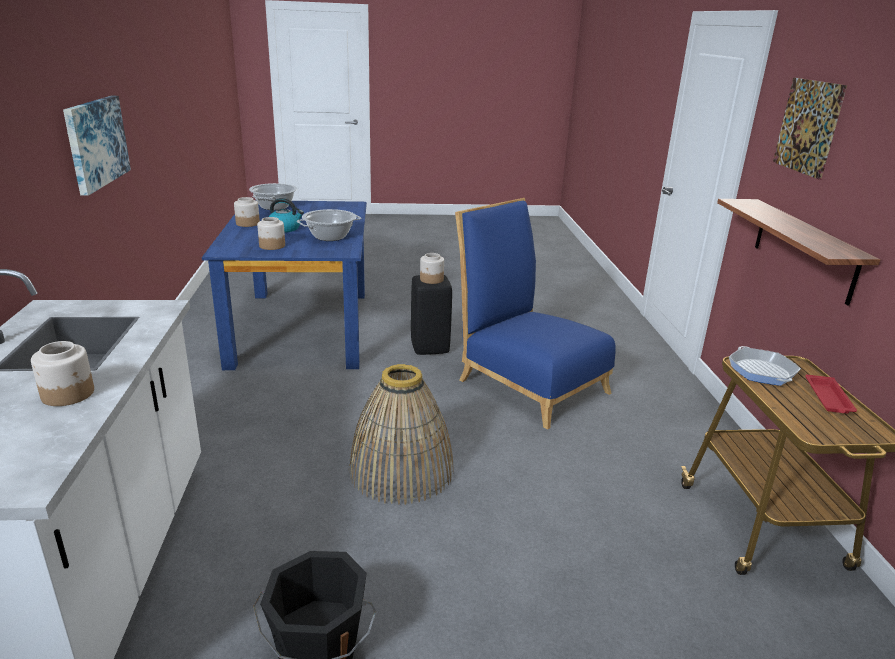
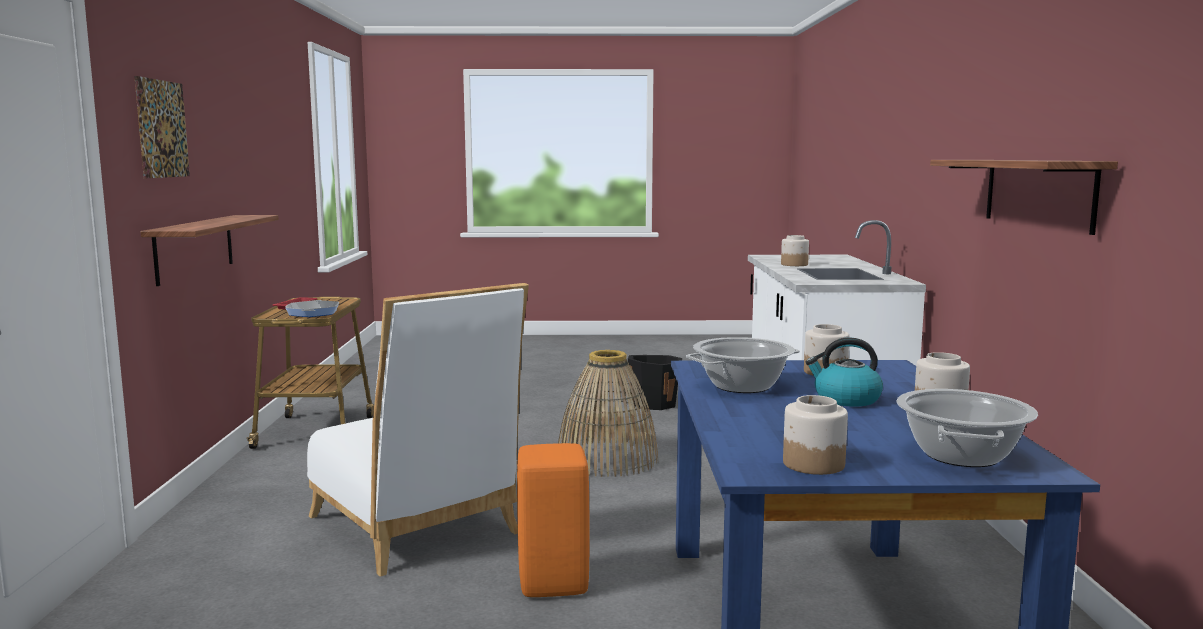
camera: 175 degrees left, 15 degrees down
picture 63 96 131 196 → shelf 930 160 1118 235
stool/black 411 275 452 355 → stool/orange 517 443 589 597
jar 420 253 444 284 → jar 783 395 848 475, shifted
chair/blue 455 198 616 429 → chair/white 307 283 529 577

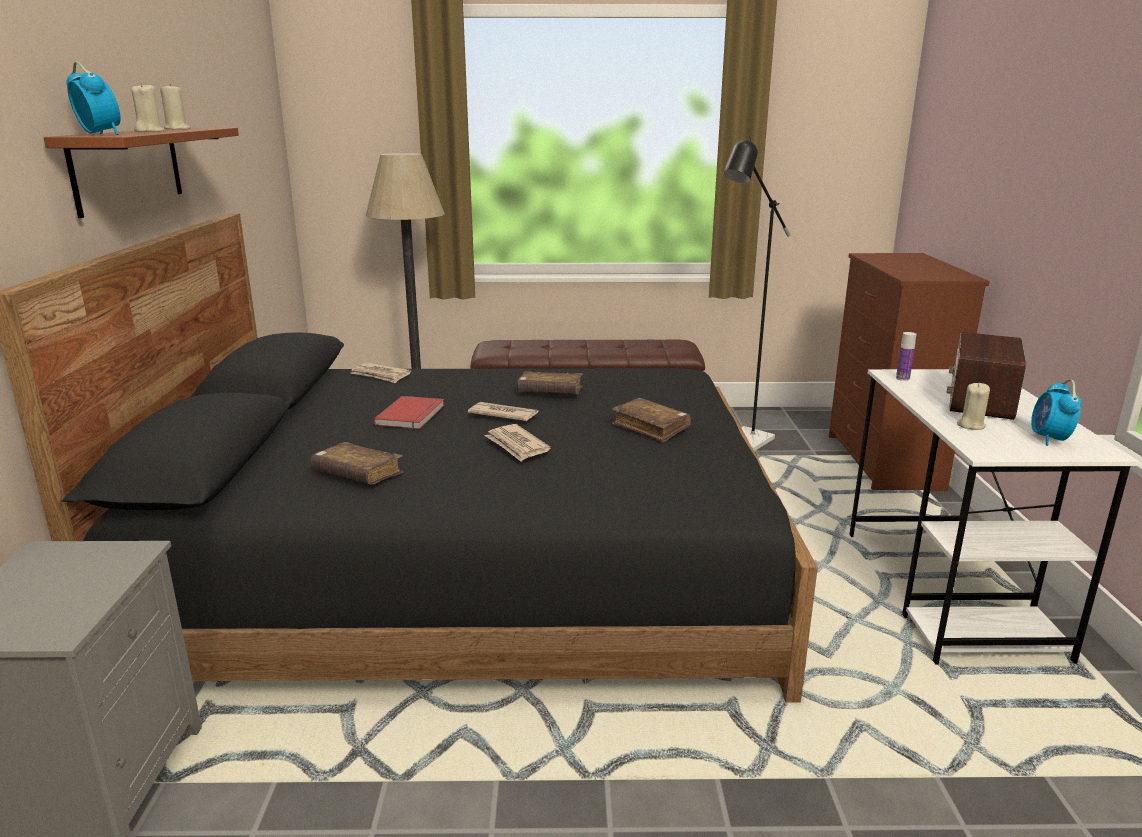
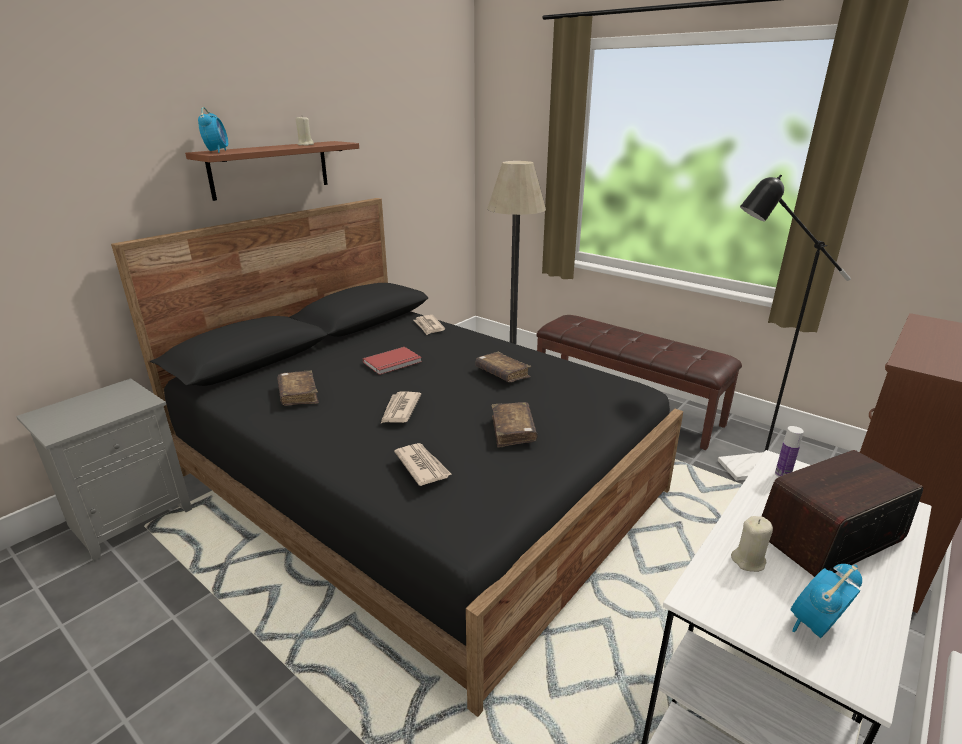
camera: 40 degrees right, 5 degrees up
candle/beige 131 82 164 132 → -
newspaper 468 402 538 421 → newspaper 394 443 451 486, shifted

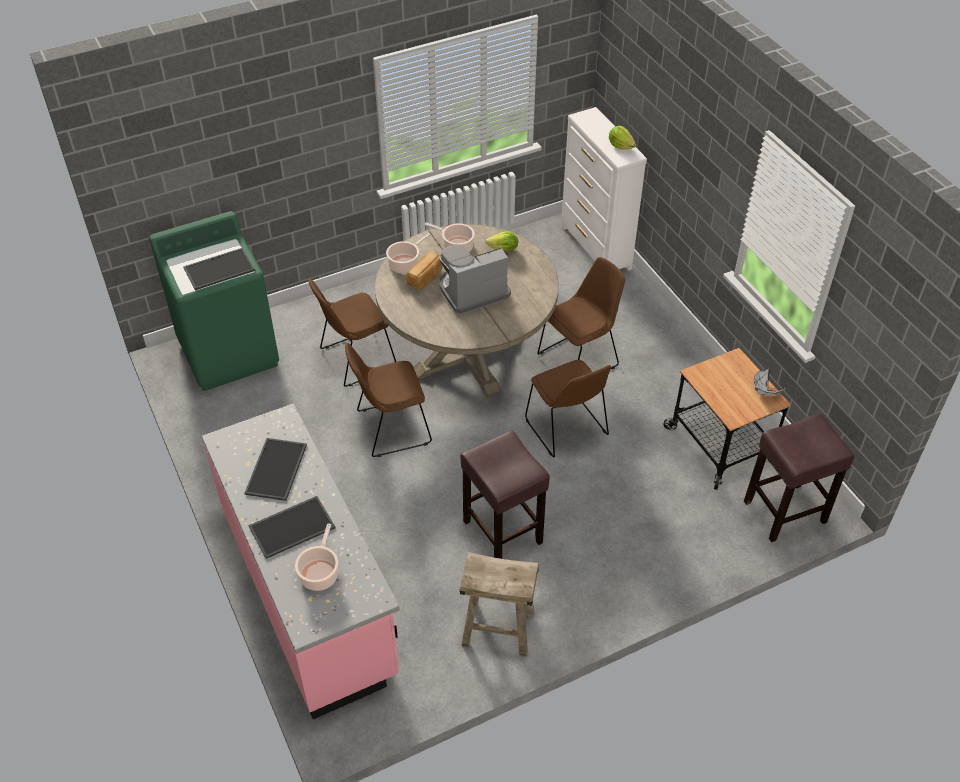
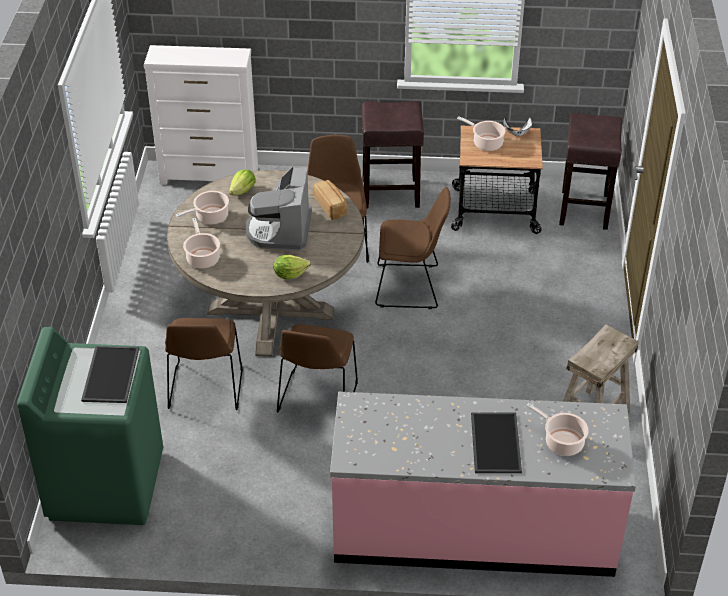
camera: 60 degrees left, 5 degrees down
tray 245 438 307 501 → -
bread 406 251 443 290 → bread 313 180 347 220, shifted
stool/brown 460 430 550 559 → stool/brown 362 101 424 209, shifted
lettuce 609 125 636 149 → lettuce 274 255 311 279, shifted
- → cooking pot 457 116 506 151

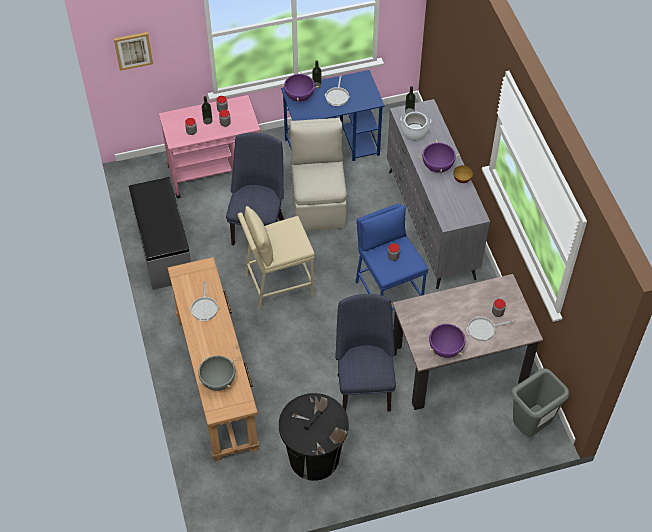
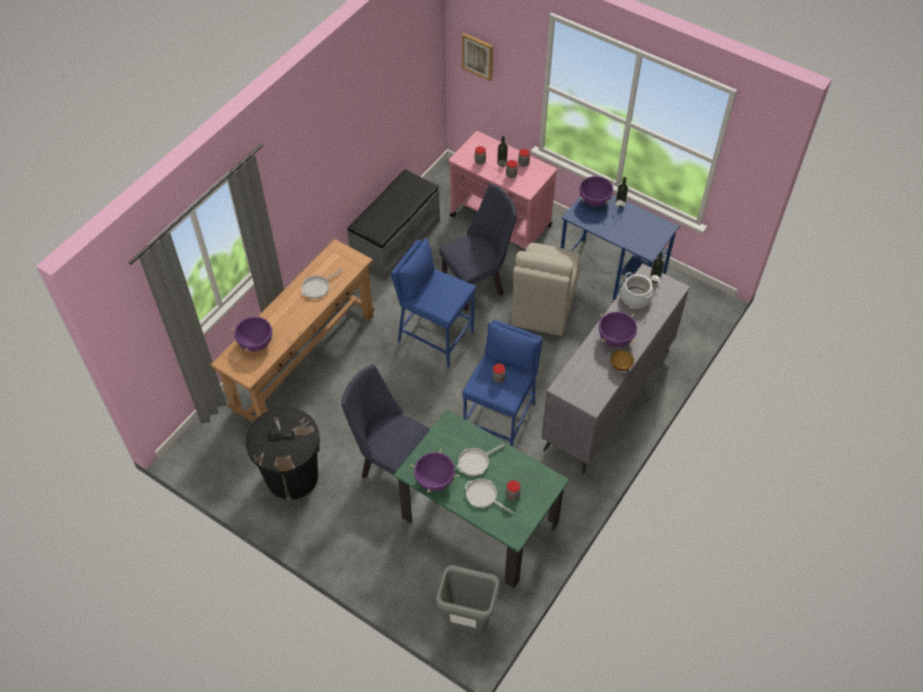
camera: 50 degrees right, 0 degrees up
cooking pot/grey 198 356 236 391 → cooking pot/purple 231 313 276 352
stool/beige 238 206 315 310 → stool/blue 391 238 476 367
chair/beige 290 118 347 231 → chair/beige 512 243 580 336, 150 degrees clockwise
frying pan 325 75 350 106 → frying pan 457 443 505 476, shifted
chair/blue 335 294 396 412 → chair/blue 341 364 430 478, 105 degrees counterclockwise
dining table/beige 392 274 543 410 → dining table/green 394 409 569 588

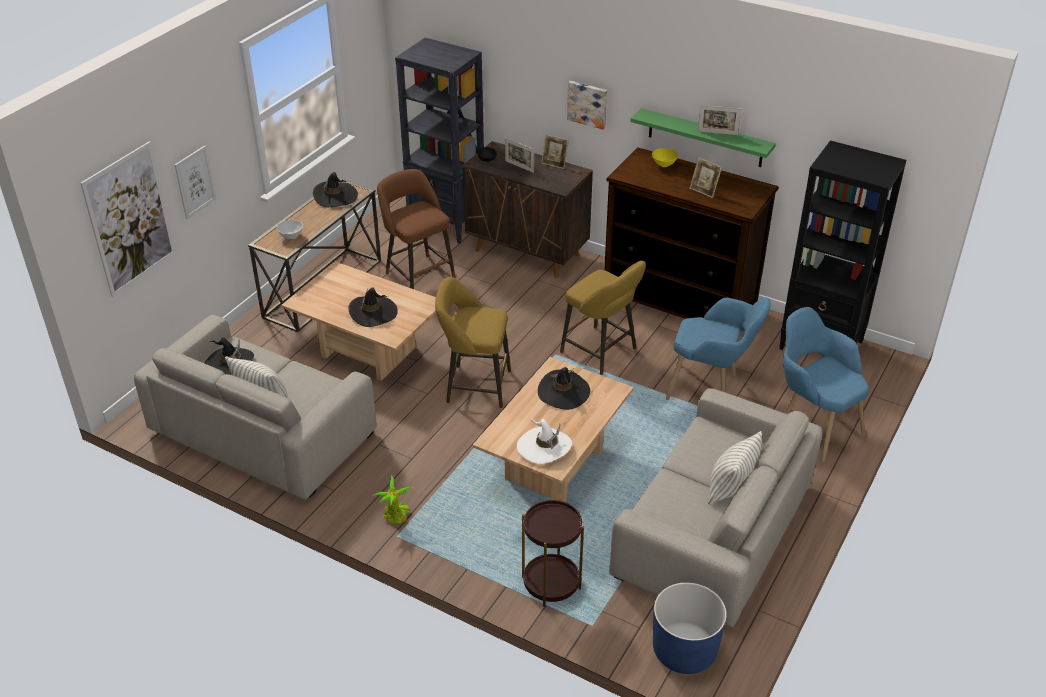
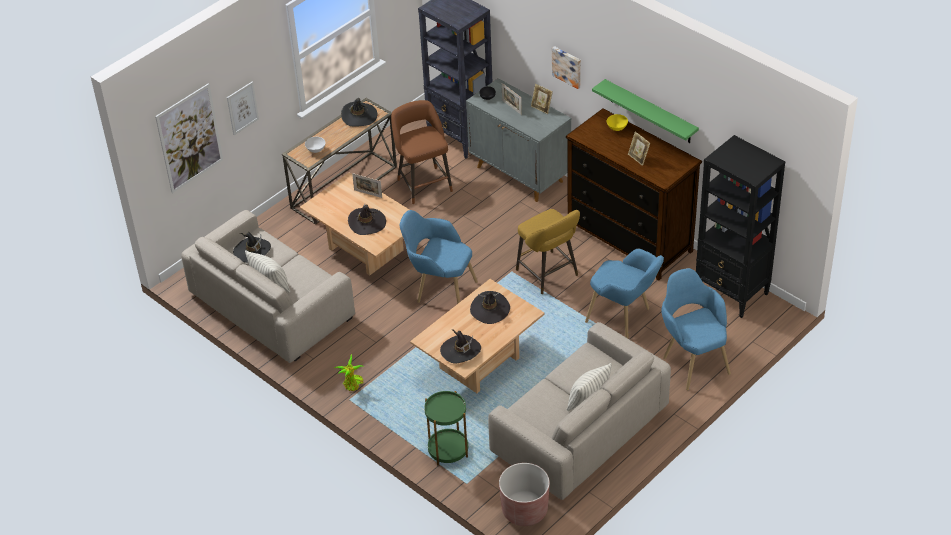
camera: 15 degrees right, 5 degrees up
stool/yellow 435 277 511 408 → armchair/blue 400 210 478 304
cabinet/brown 463 141 593 278 → cabinet/grey 466 78 571 202
hat/white 517 419 572 464 → hat/black 440 329 481 363
side table/brown 522 498 584 607 → side table/green 424 391 468 466
planter/blue 653 582 727 674 → planter/brown 499 463 550 526
picture frame 698 105 741 135 → picture frame 352 173 382 198, shifted

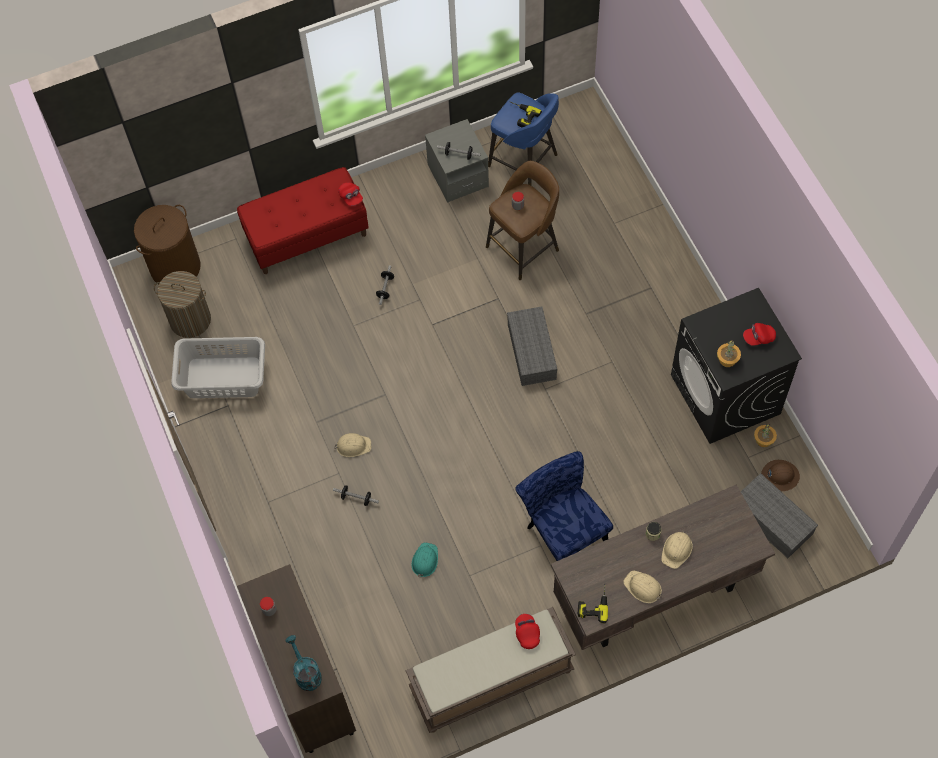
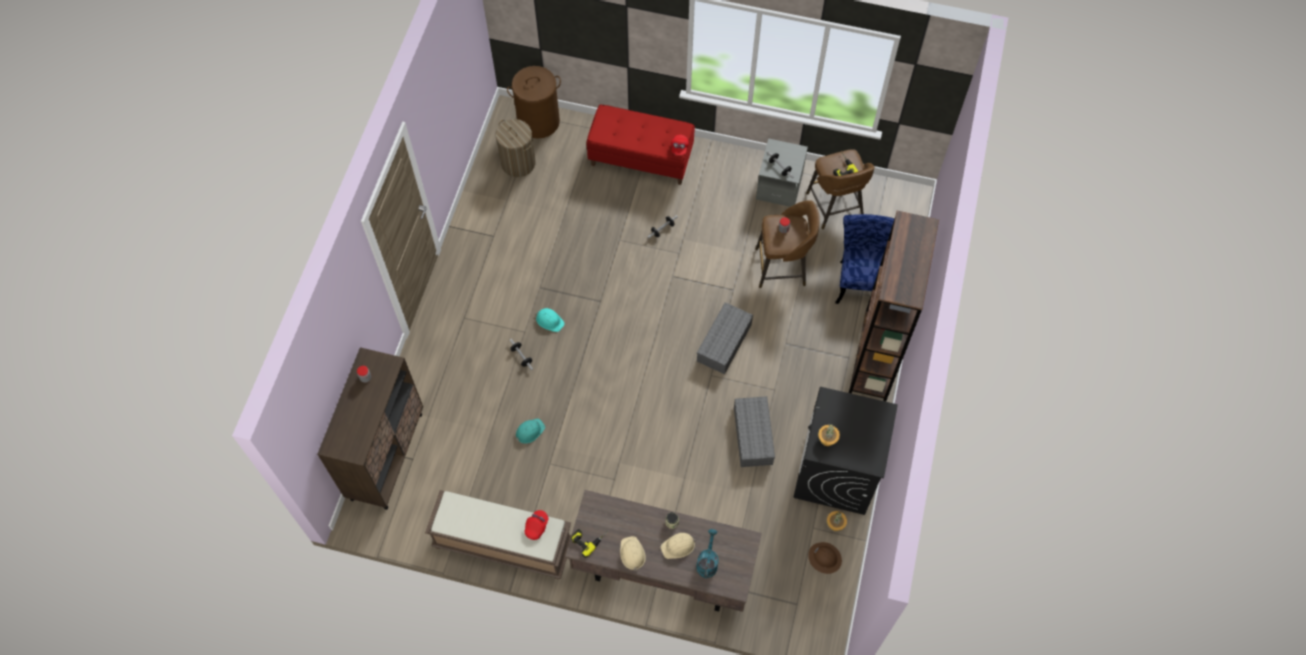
camera: 35 degrees right, 0 degrees up
laundry basket/grey 171 337 265 398 → -
watering can/turquoise 286 635 322 691 → watering can/turquoise 696 529 719 578, shifted
hard hat/beige 334 433 371 457 → hard hat/turquoise 535 308 565 332
stool/blue 488 92 559 185 → stool/brown 806 149 874 229
chair/blue 515 451 613 561 → chair/blue 835 214 895 304, shifted
storage box/grey 741 473 818 558 → storage box/grey 734 396 775 467, shifted
cap/red 743 323 776 346 → -
- → bookcase/brown 849 211 939 401

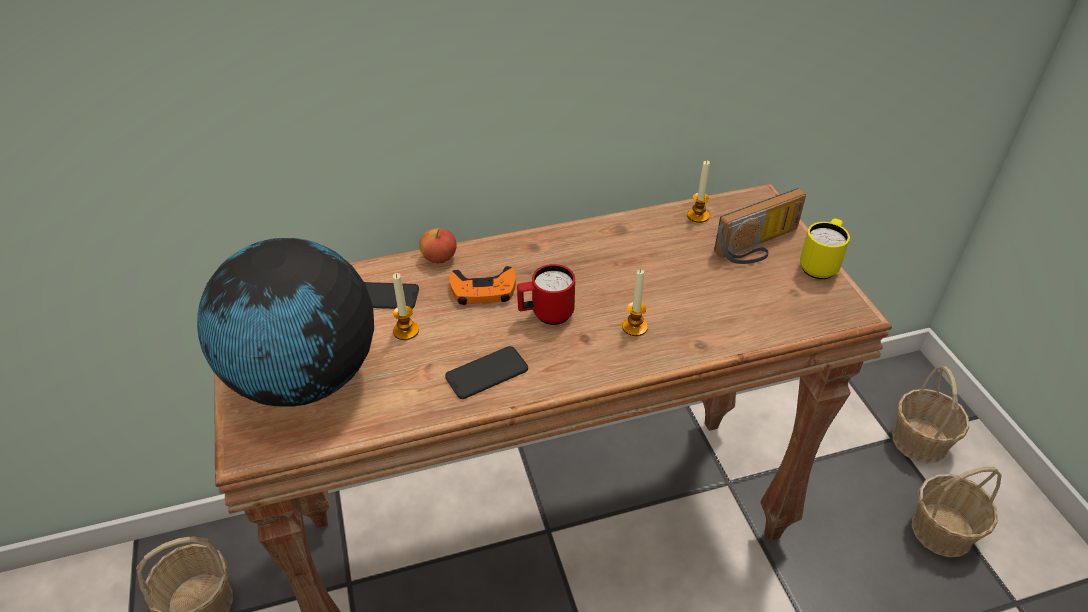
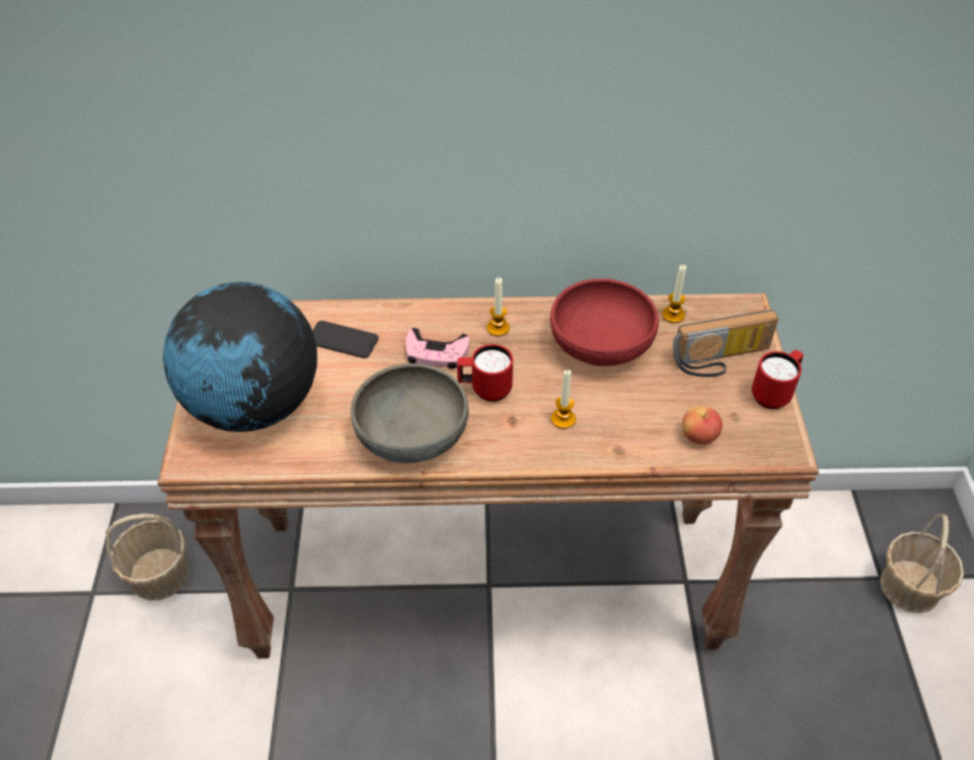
camera: 15 degrees right, 5 degrees up
candle 393 273 419 340 → candle 487 278 510 336, shifted
apple 420 228 457 263 → apple 682 406 722 445, shifted
phone 445 346 528 399 → bowl/grey 351 363 469 463
game controller/orange 450 266 516 305 → game controller/pink 406 328 469 369
mug/yellow 800 218 850 279 → mug/red 752 350 804 409
basket 912 466 1002 557 → -
- → bowl/red 550 279 659 366

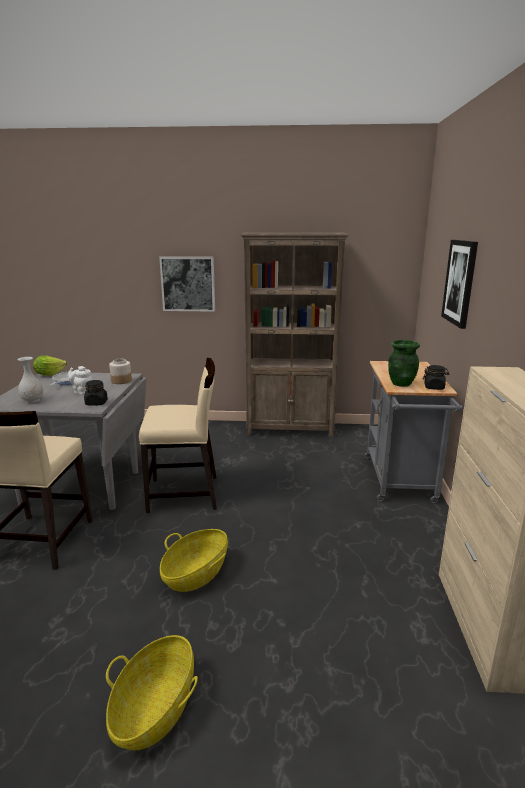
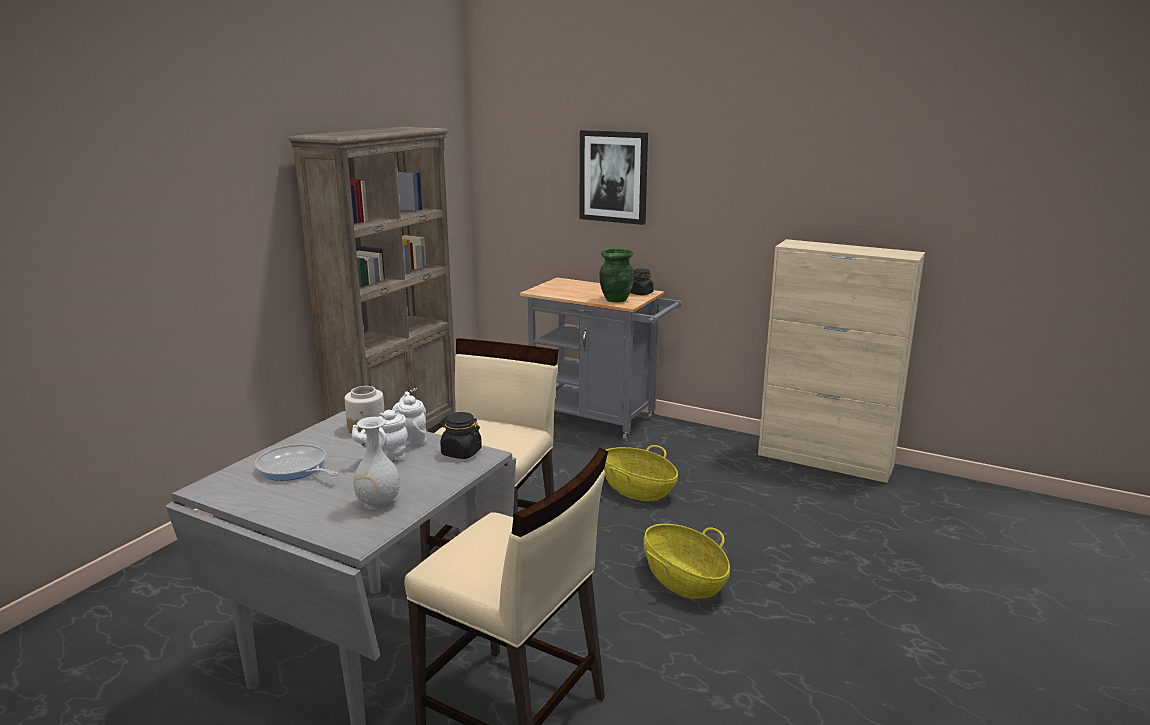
camera: 65 degrees left, 0 degrees up
lettuce 33 356 67 376 → -
basket 106 635 198 750 → basket 604 445 678 501, shifted
picture 159 257 215 312 → -
- → teapot/white 392 391 427 447

